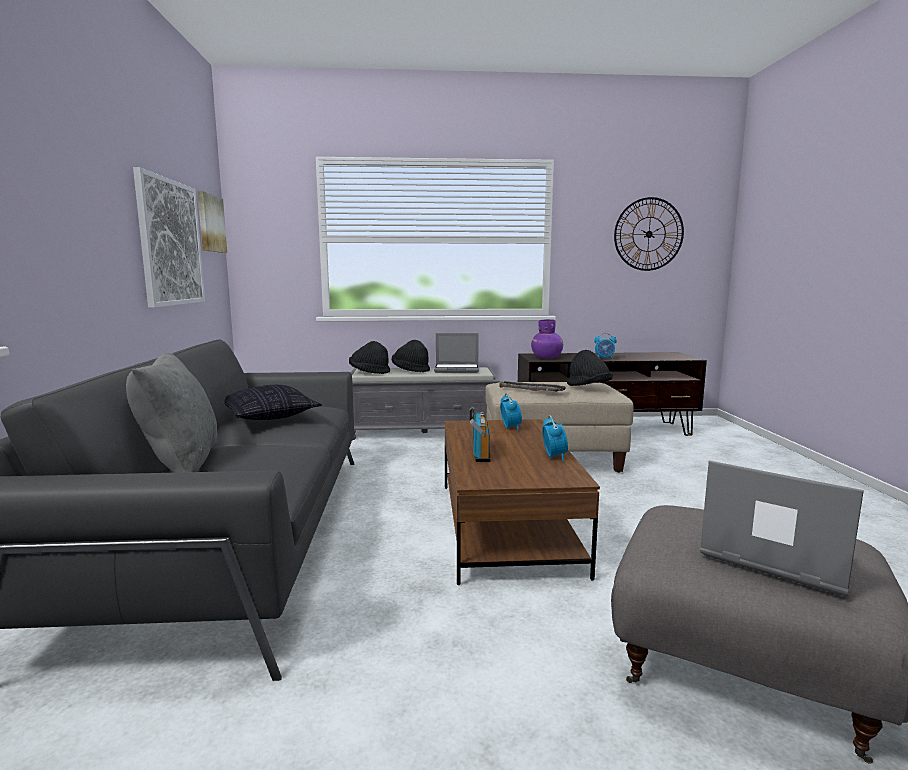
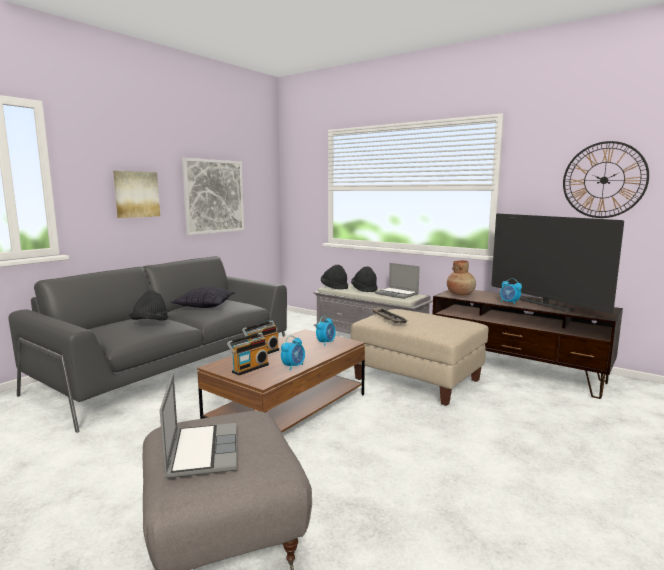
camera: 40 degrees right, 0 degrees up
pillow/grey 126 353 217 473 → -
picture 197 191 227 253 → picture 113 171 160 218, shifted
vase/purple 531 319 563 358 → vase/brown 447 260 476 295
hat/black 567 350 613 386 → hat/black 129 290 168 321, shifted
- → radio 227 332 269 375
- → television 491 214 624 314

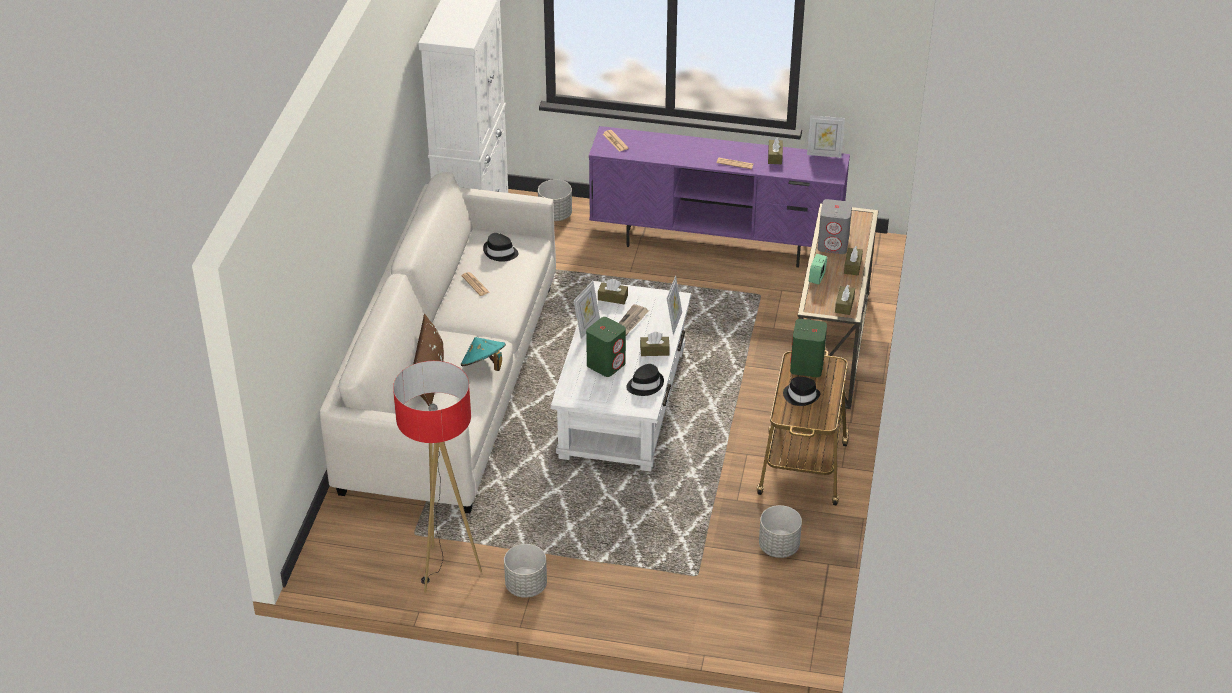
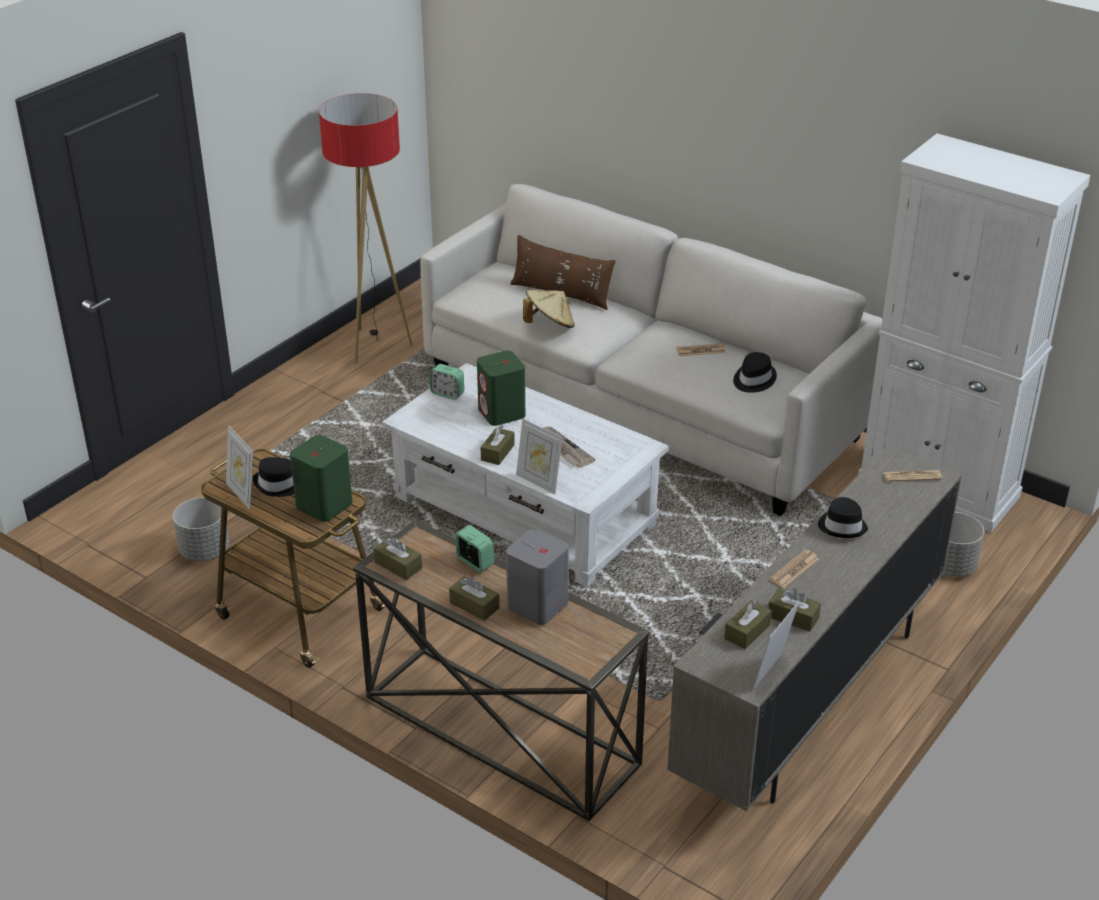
camera: 115 degrees right, 5 degrees down
hat/turquoise 461 337 506 371 → hat/beige 523 290 575 328
planter/grey 504 544 547 598 → -
picture frame 574 281 600 339 → picture frame 226 425 253 510, shifted
tv stand/purple 589 126 850 268 → tv stand/beige 667 446 962 811
tissue box/brown 598 279 628 304 → tissue box/brown 724 600 772 649, shifted
hat/black 626 364 664 396 → hat/black 818 497 868 538, shifted
- → alarm clock 430 364 464 400

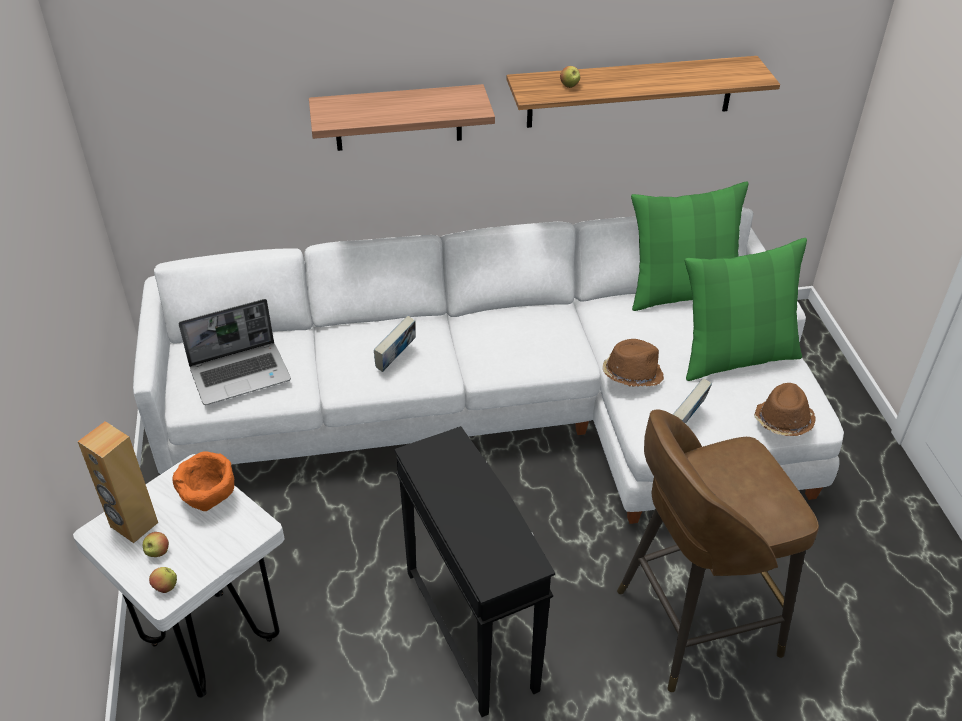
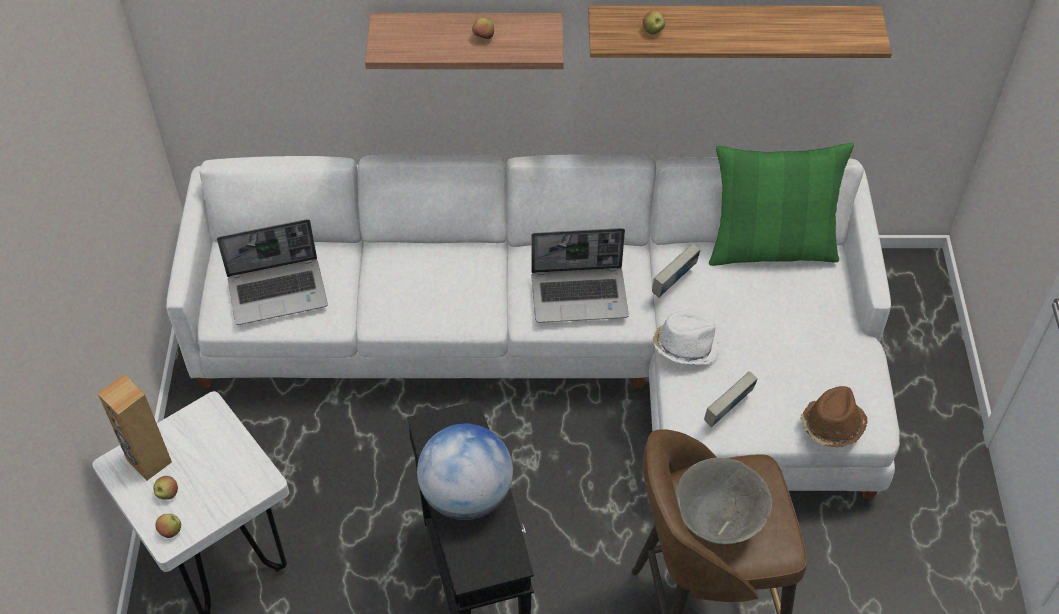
camera: 10 degrees right, 10 degrees up
bowl/orange 172 451 234 511 → -
book 374 316 416 372 → book 652 243 700 298, shifted
hat/brown 602 339 664 387 → hat/white 653 310 720 365
pillow/green 685 238 807 381 → -
- → globe 417 424 513 520
- → apple 472 18 494 39
- → laptop 531 228 629 323
- → bowl/grey 675 458 772 545

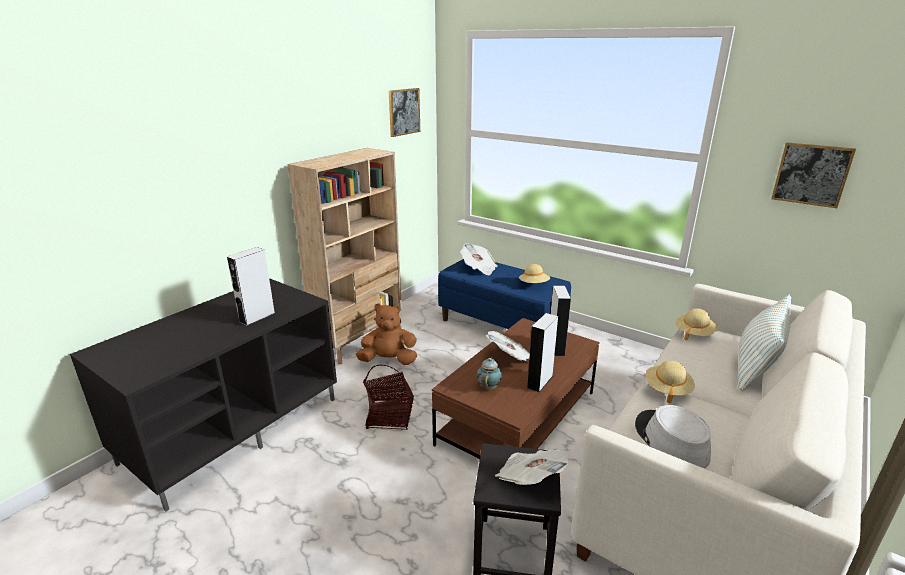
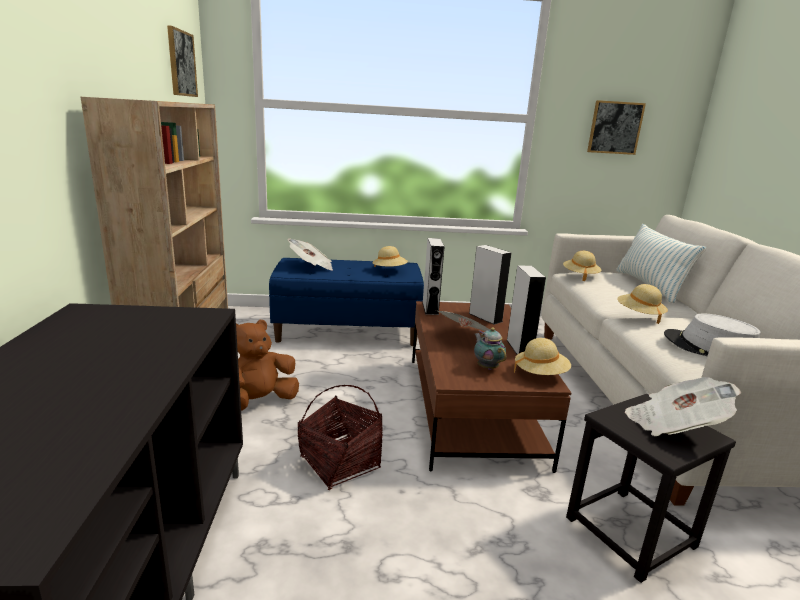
camera: 40 degrees left, 5 degrees down
speaker/grey 227 247 275 326 → speaker/grey 423 238 445 315, shifted
- → hat/beige 514 338 571 375

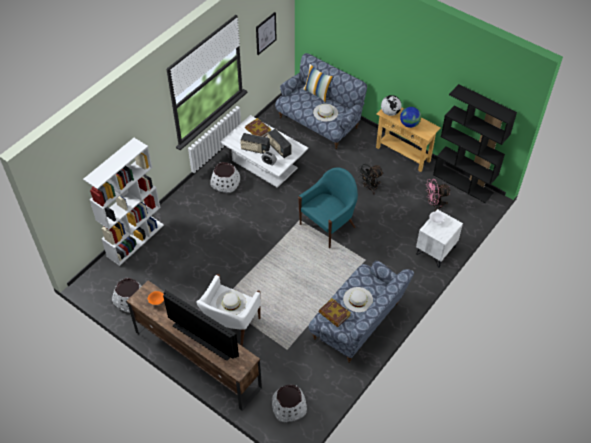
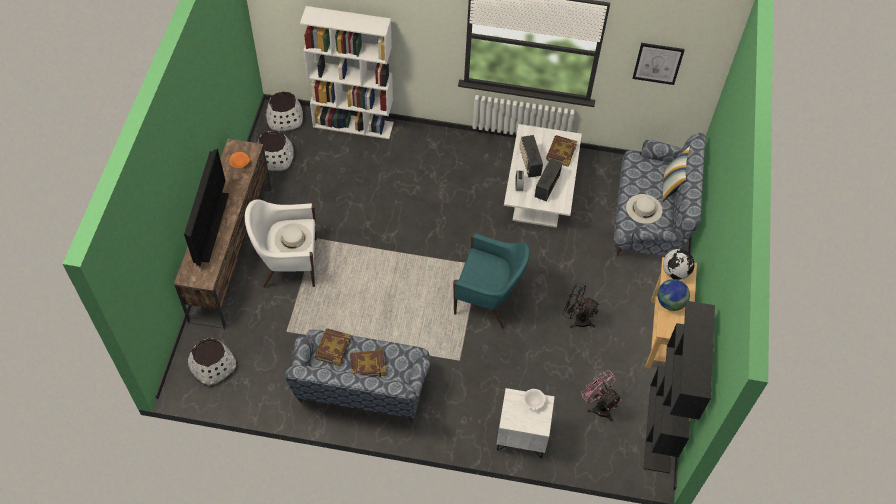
camera: 60 degrees right, 5 degrees up
planter/white 210 162 240 193 → planter/white 266 92 303 131, shifted
hat/white 343 287 373 312 → book 350 350 386 377

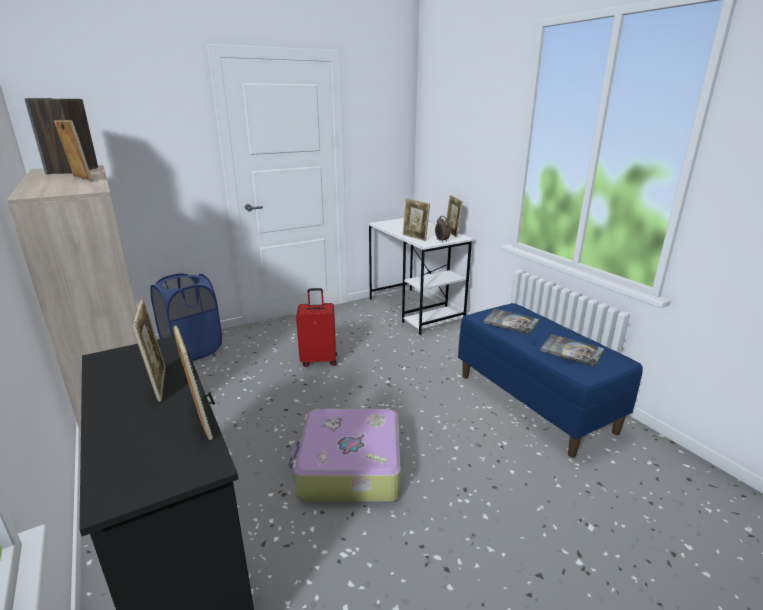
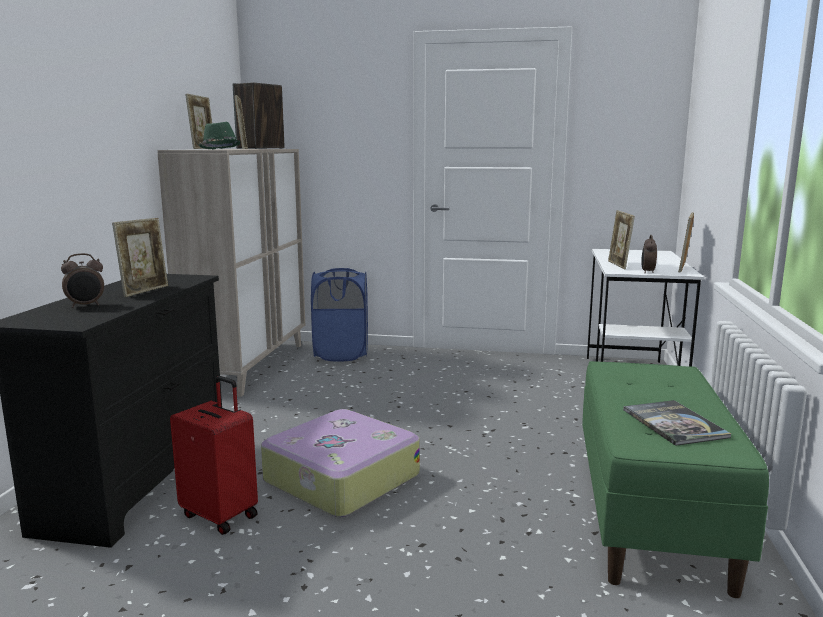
camera: 40 degrees right, 10 degrees down
picture frame 173 325 213 440 → picture frame 185 94 212 149, shifted
suitcase/red 296 288 337 367 → suitcase/red 170 376 258 535, shifted
bench/blue 458 303 643 458 → bench/green 582 361 769 598
book 483 309 539 334 → -
- → alarm clock 61 253 104 308
- → hat/green 199 121 241 149

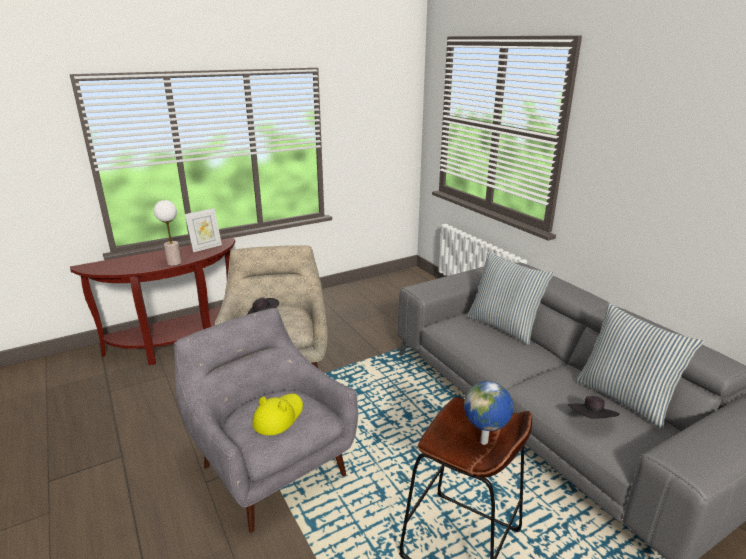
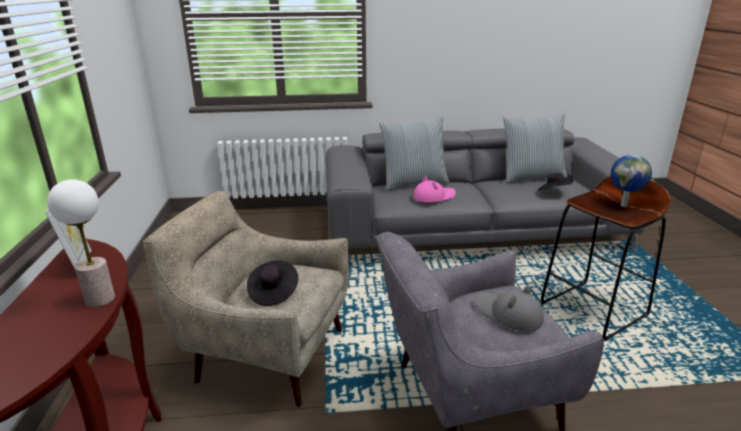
camera: 65 degrees left, 0 degrees up
hat/yellow 252 394 303 435 → hat/grey 475 286 544 331
- → hat/pink 413 176 456 203

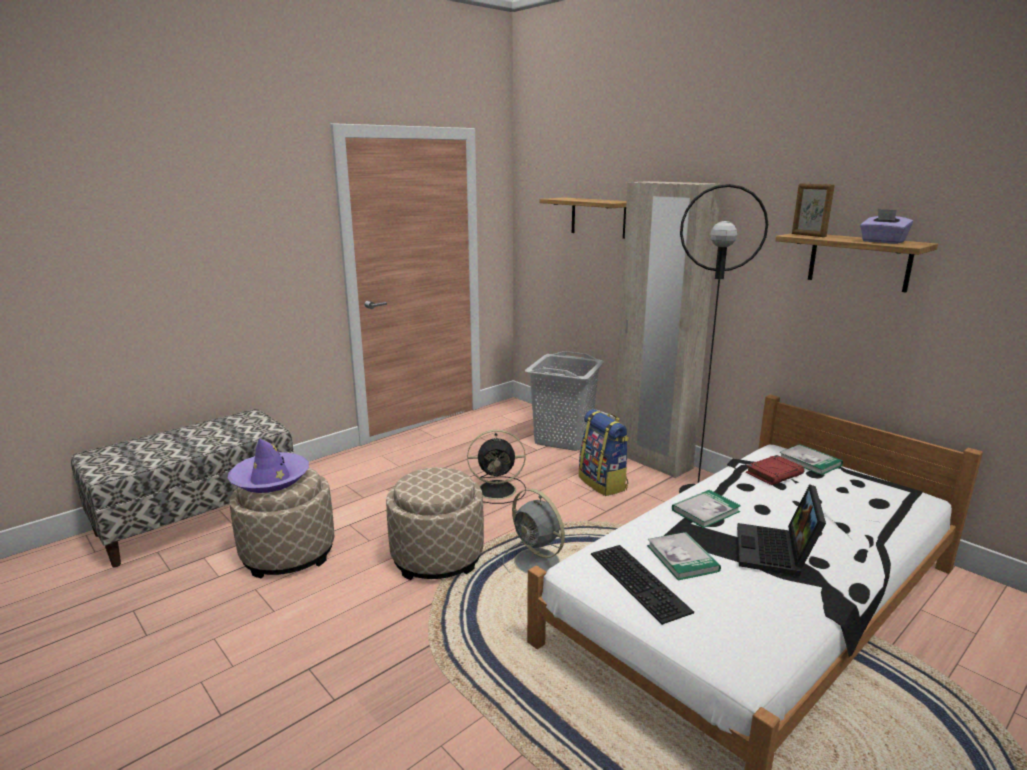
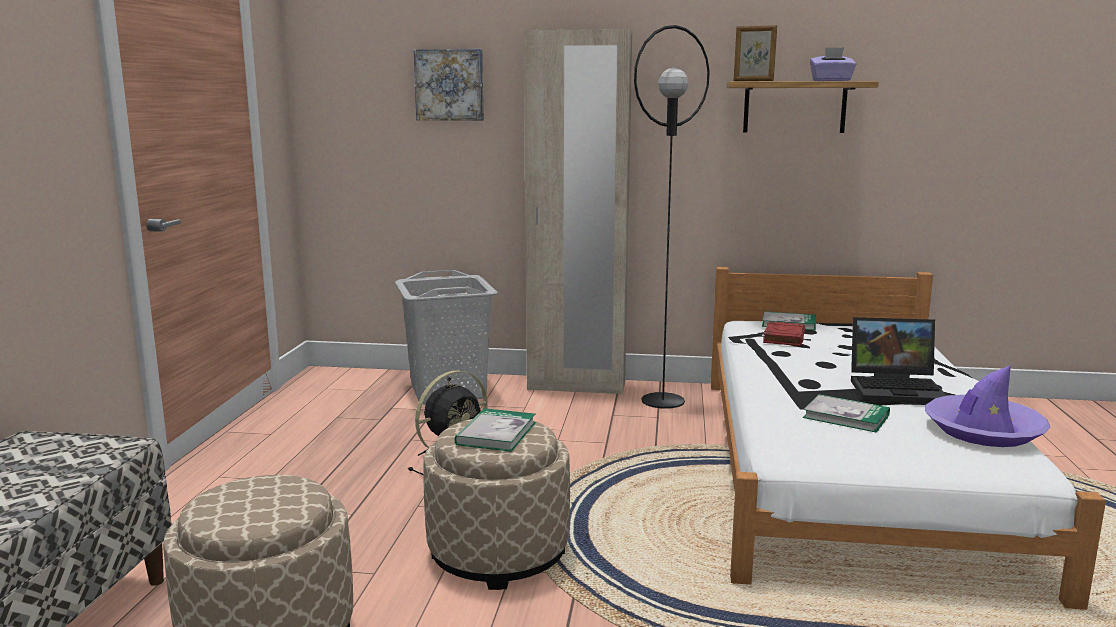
camera: 40 degrees left, 5 degrees down
hat/purple 228 439 309 493 → hat/purple 925 365 1051 447, shifted
fan/grey 503 489 565 574 → -
shelf 539 197 627 239 → picture 413 49 484 121
backpack 579 409 629 496 → -
keyboard 591 545 694 625 → -
book 672 490 741 528 → book 454 408 536 452, shifted
laptop 737 484 826 576 → laptop 851 317 947 403, 60 degrees counterclockwise

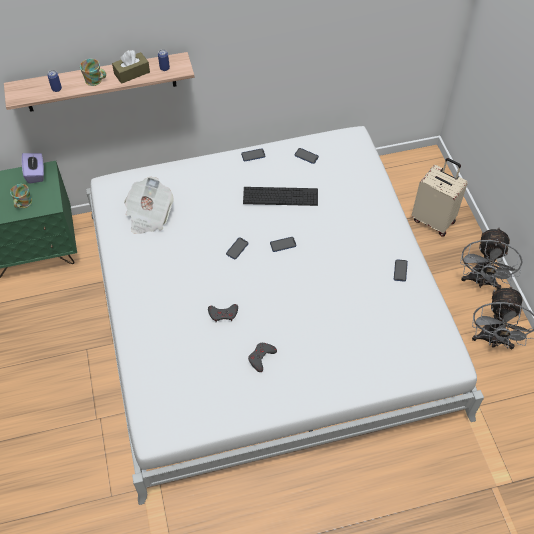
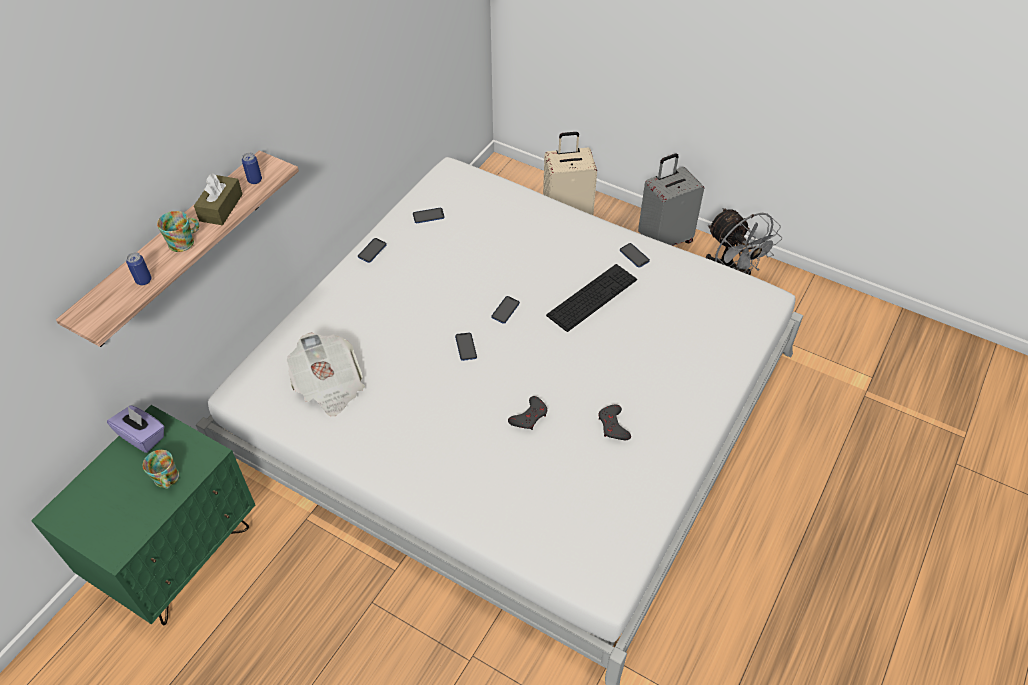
camera: 45 degrees left, 5 degrees down
keyboard 243 187 318 206 → keyboard 546 264 637 332, shifted
fan/grey 460 227 523 290 → suitcase/grey 638 154 704 246

